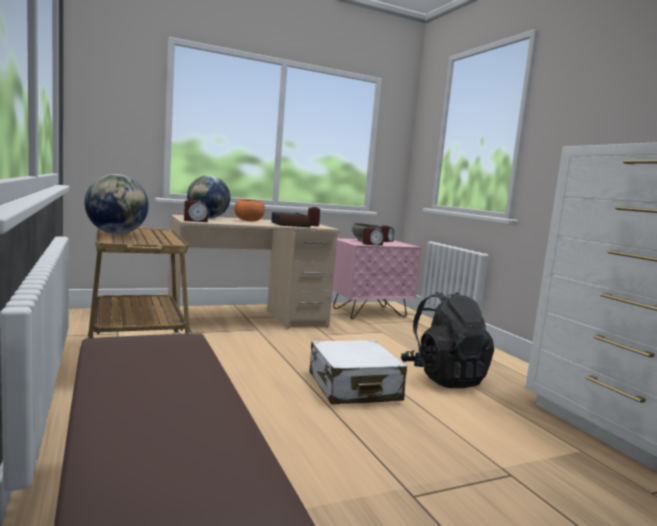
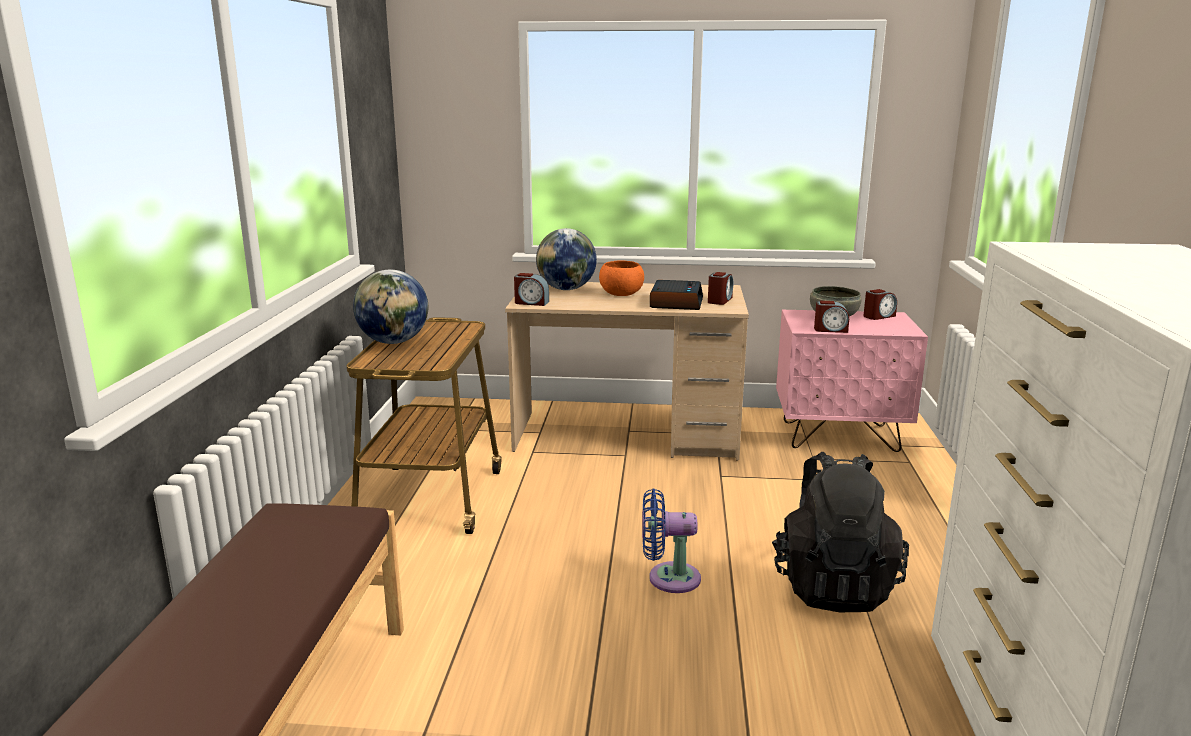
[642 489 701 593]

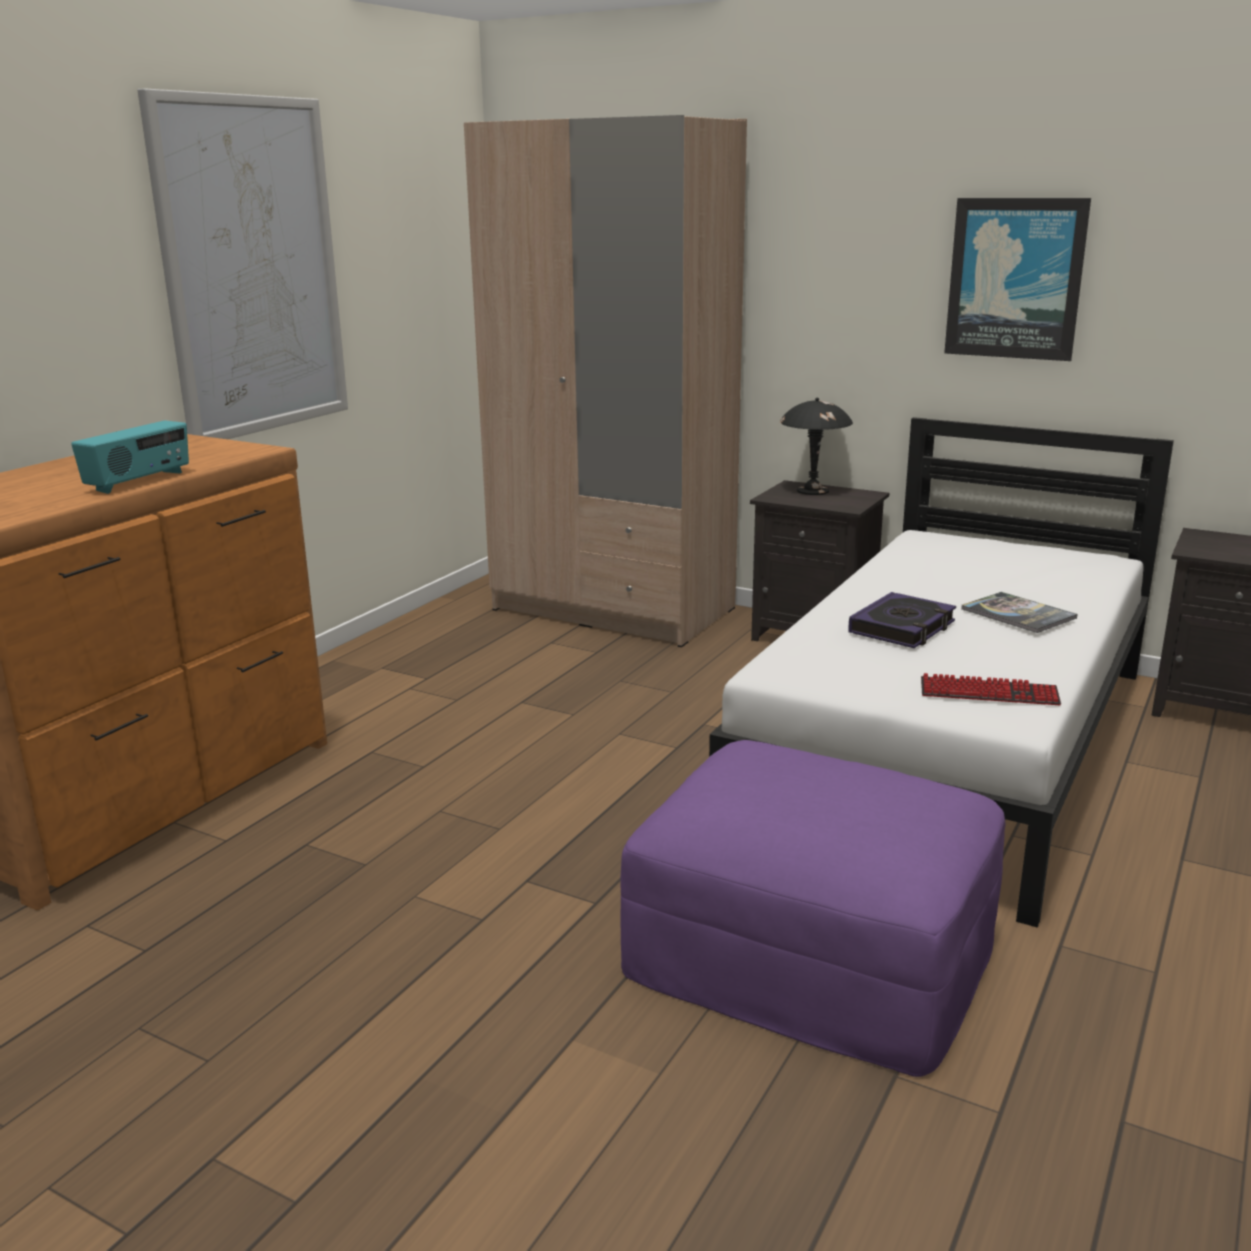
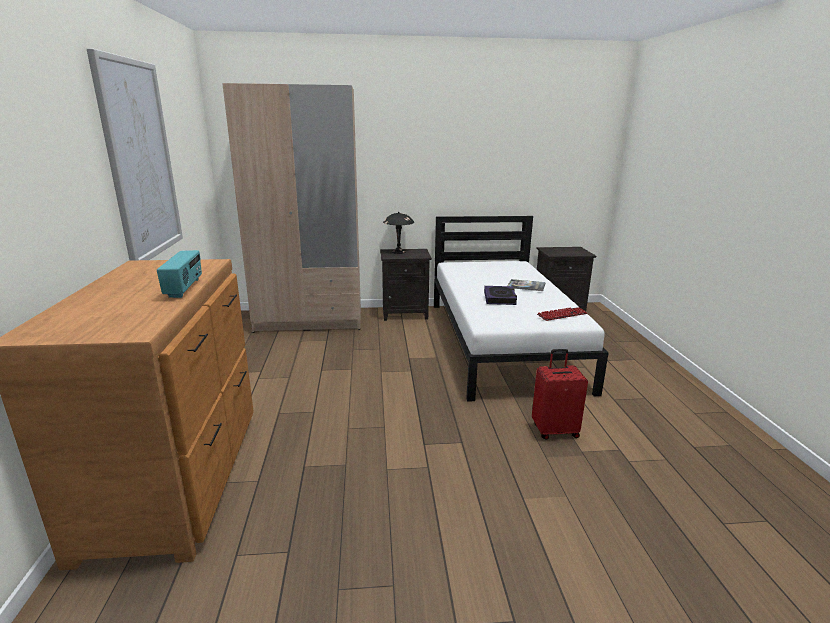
[944 198 1091 361] (first image)
[532 349 588 440]

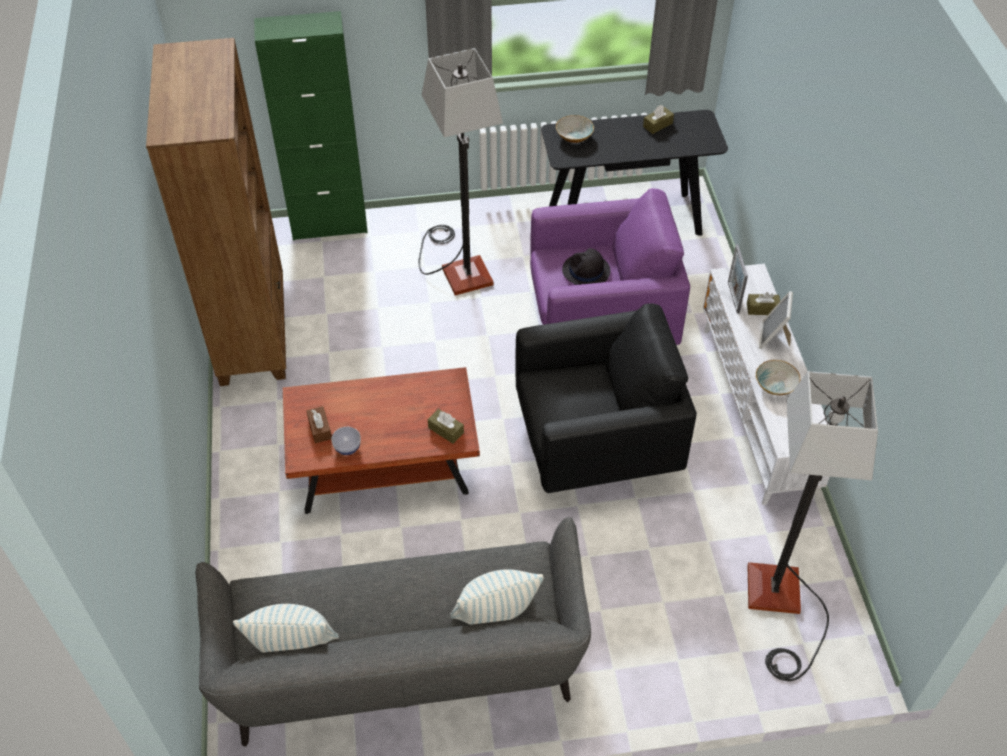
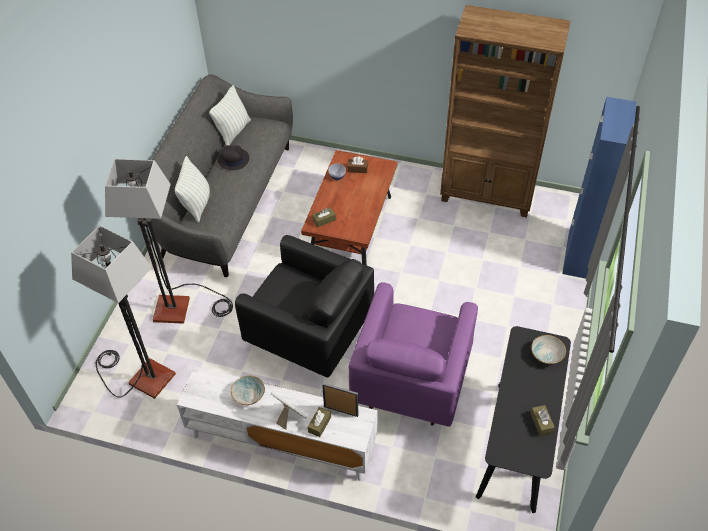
[562 97 637 279]
[105 159 233 324]
[217 145 249 170]
[235 235 374 377]

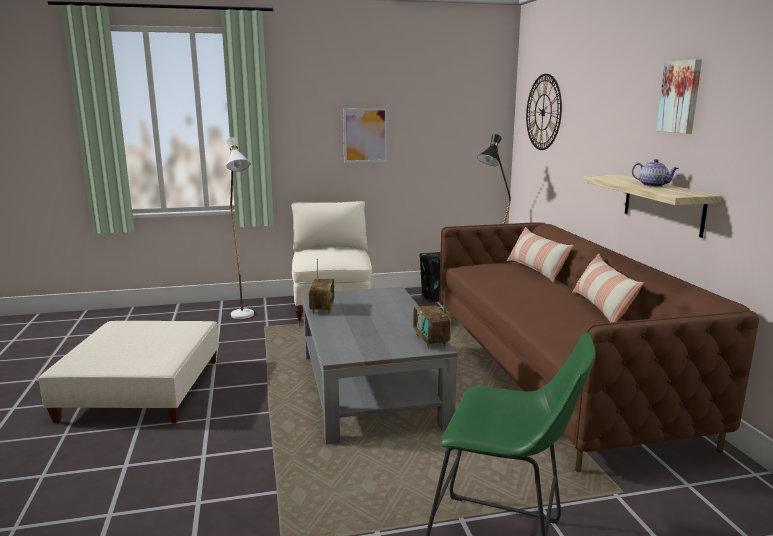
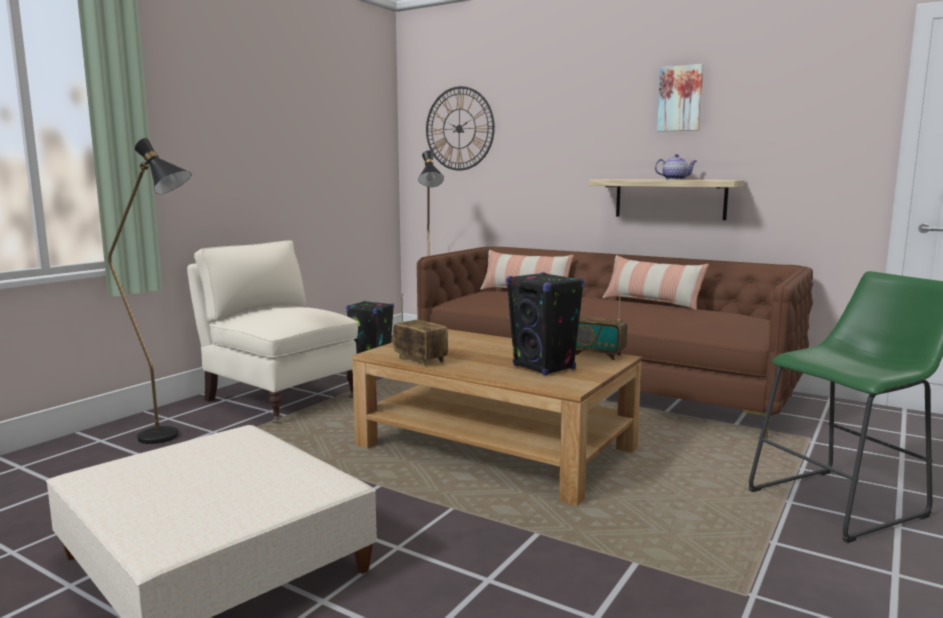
[343 108 387 163] (first image)
[108 138 191 444]
[352 329 642 506]
[506 272 584 376]

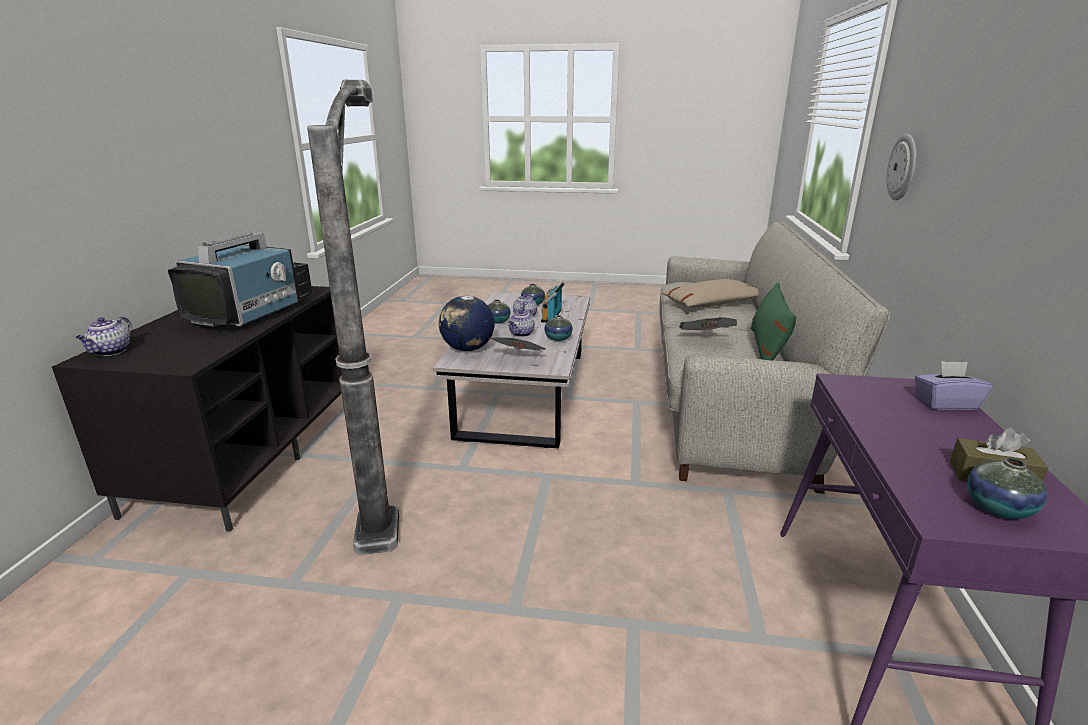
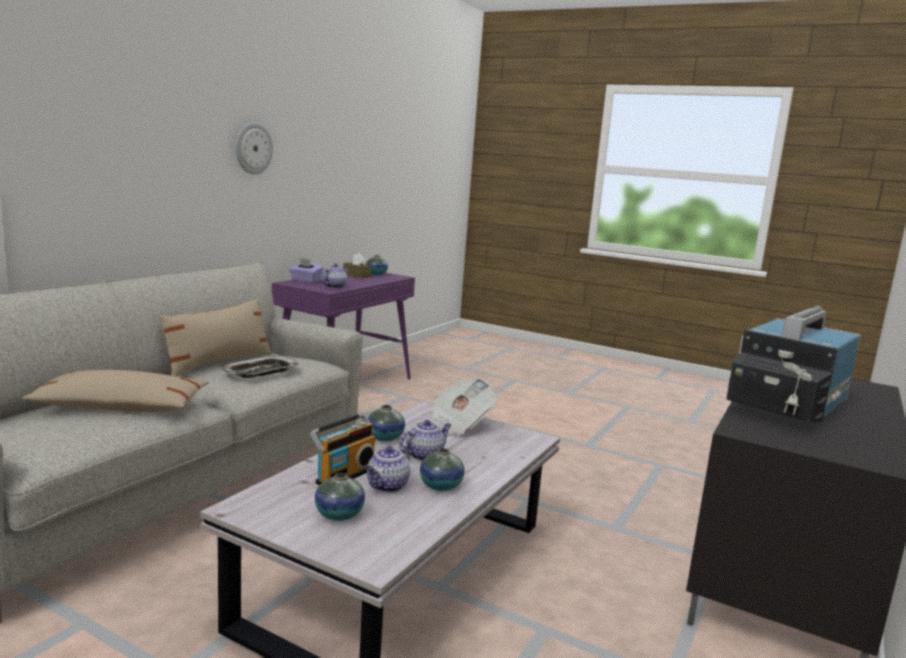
[307 80 399 555] (first image)
[236 122 273 175]
[158 298 272 376]
[439 296 495 351] (first image)
[321 263 349 288]
[221 356 299 378]

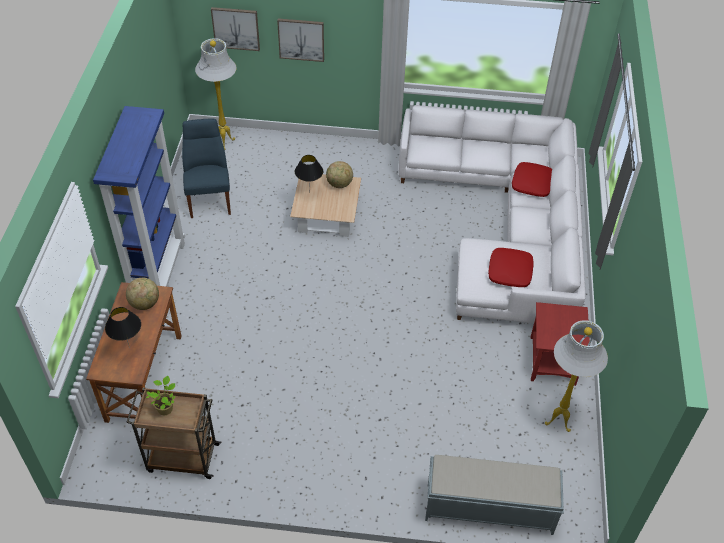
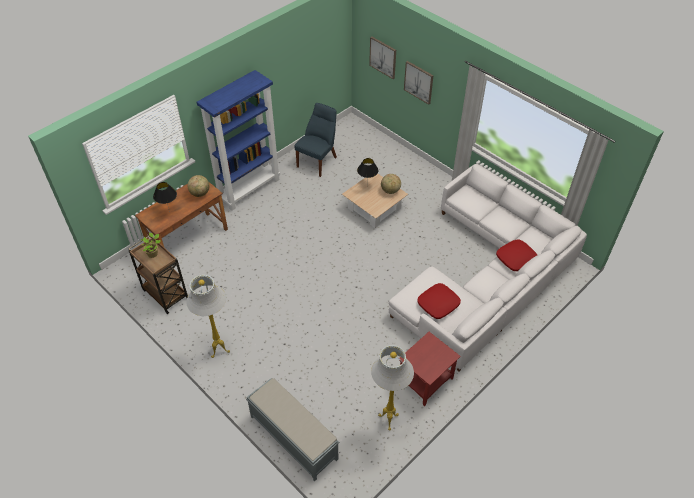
[186 275 230 358]

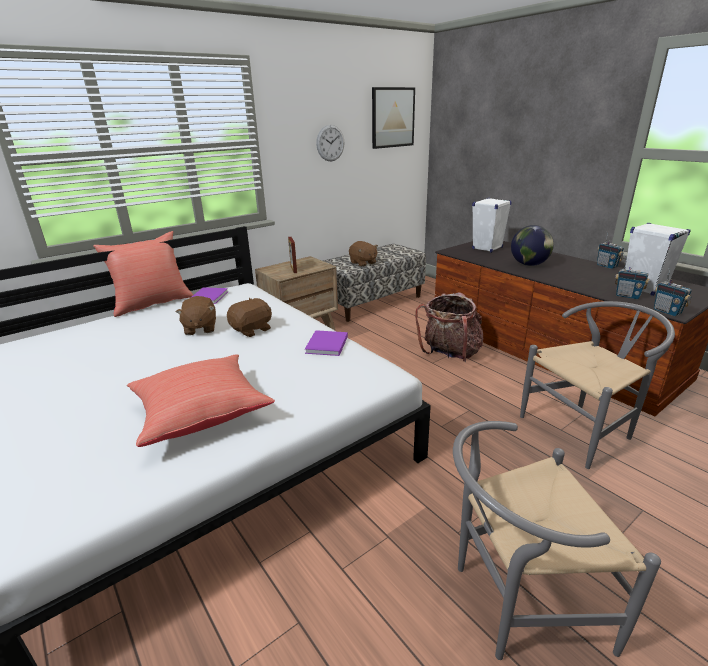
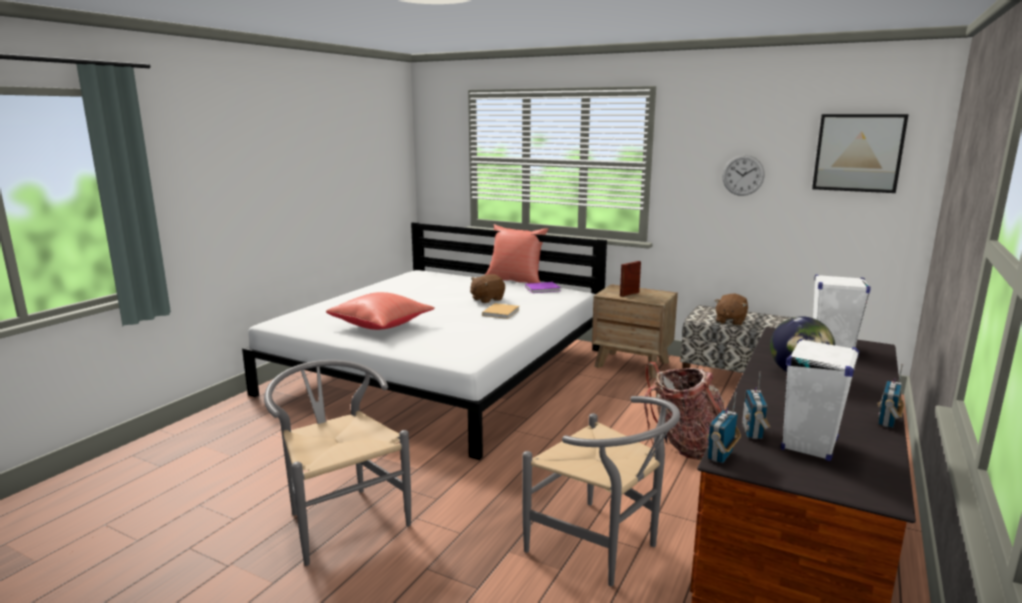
[482 303 520 319]
[305 330 348 356] (first image)

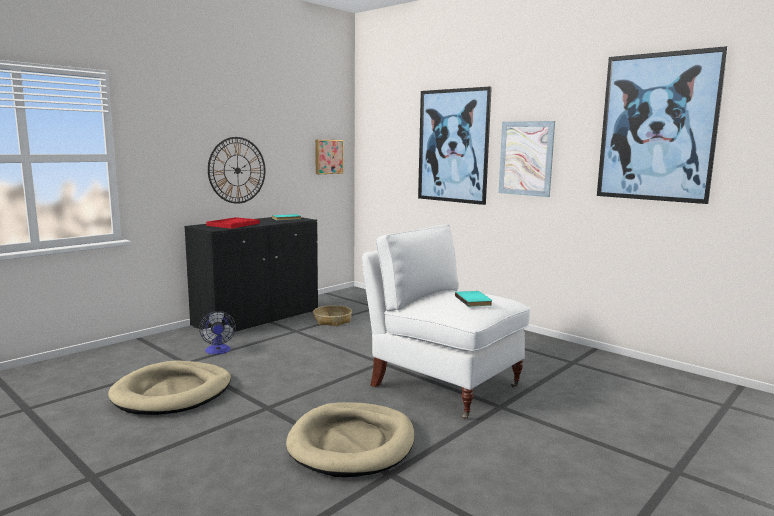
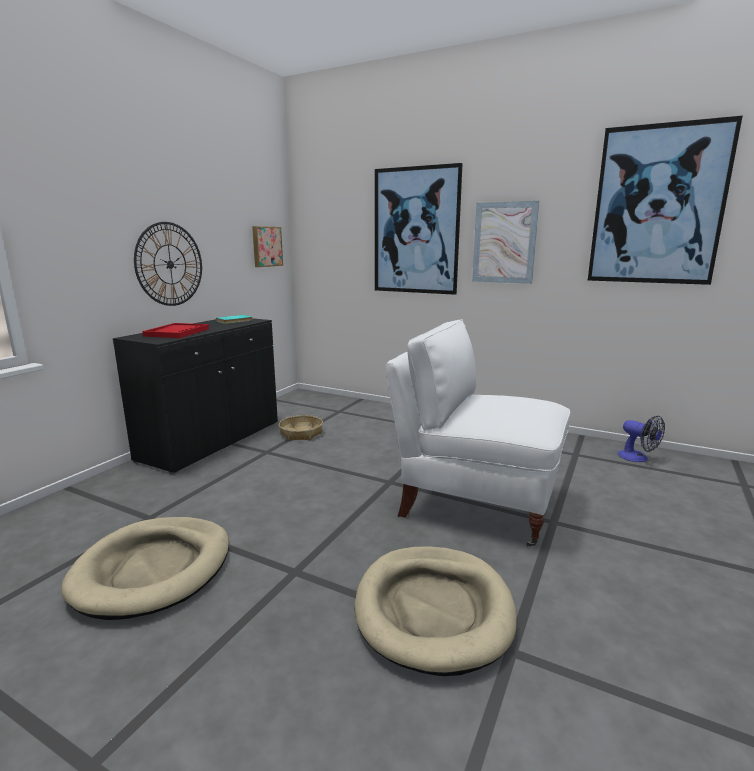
[455 291 493 307] (first image)
[617 416 665 462]

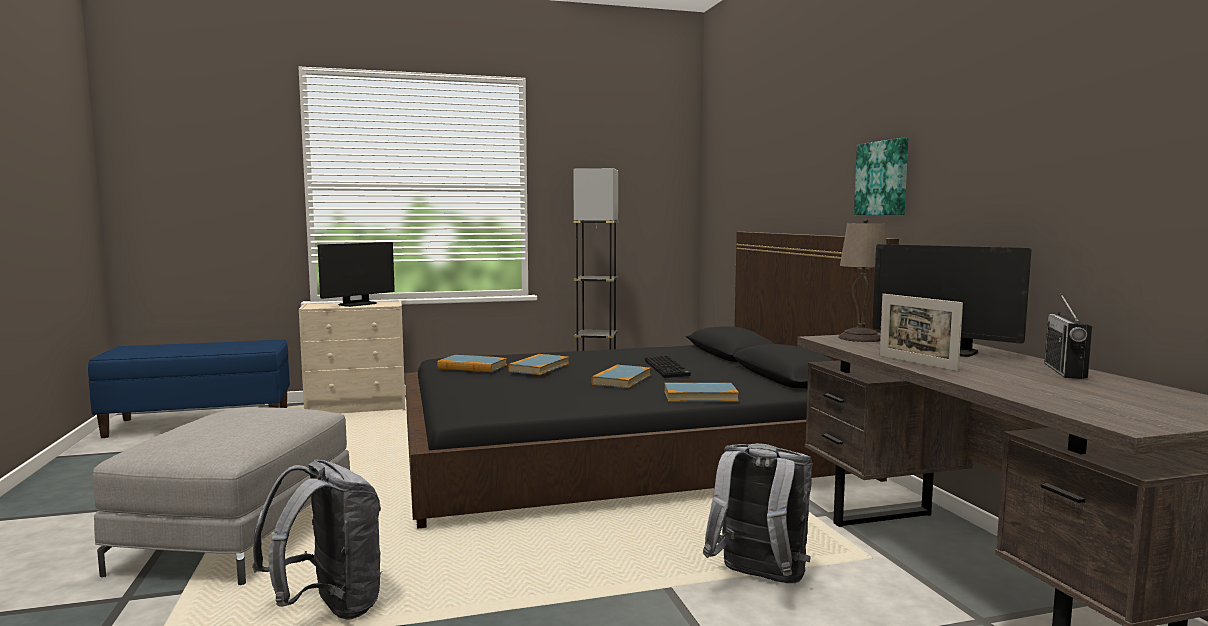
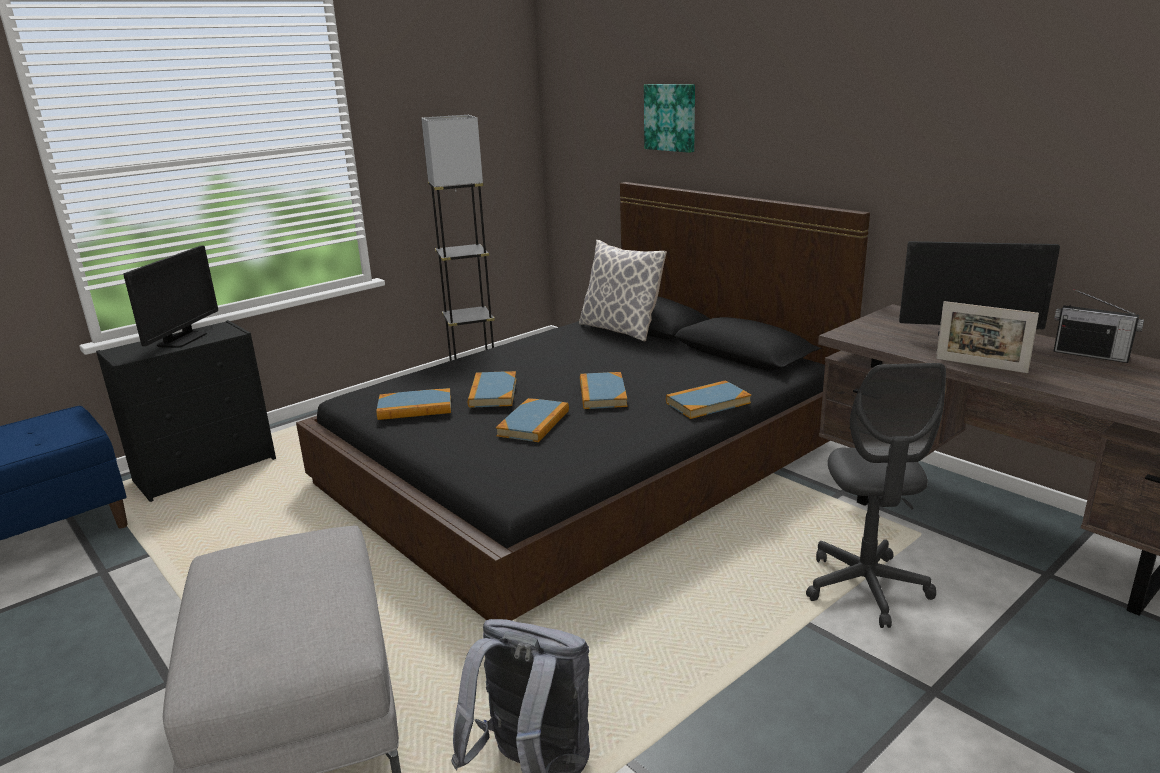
[644 84 695 153]
[838 219 886 342] (first image)
[1053 289 1144 363]
[96 320 276 502]
[645 355 691 378] (first image)
[806 363 946 628]
[579 240 667 341]
[496 398 569 442]

